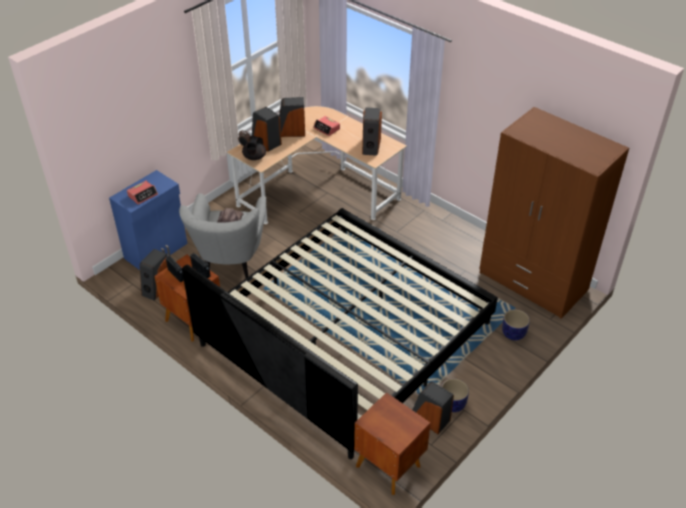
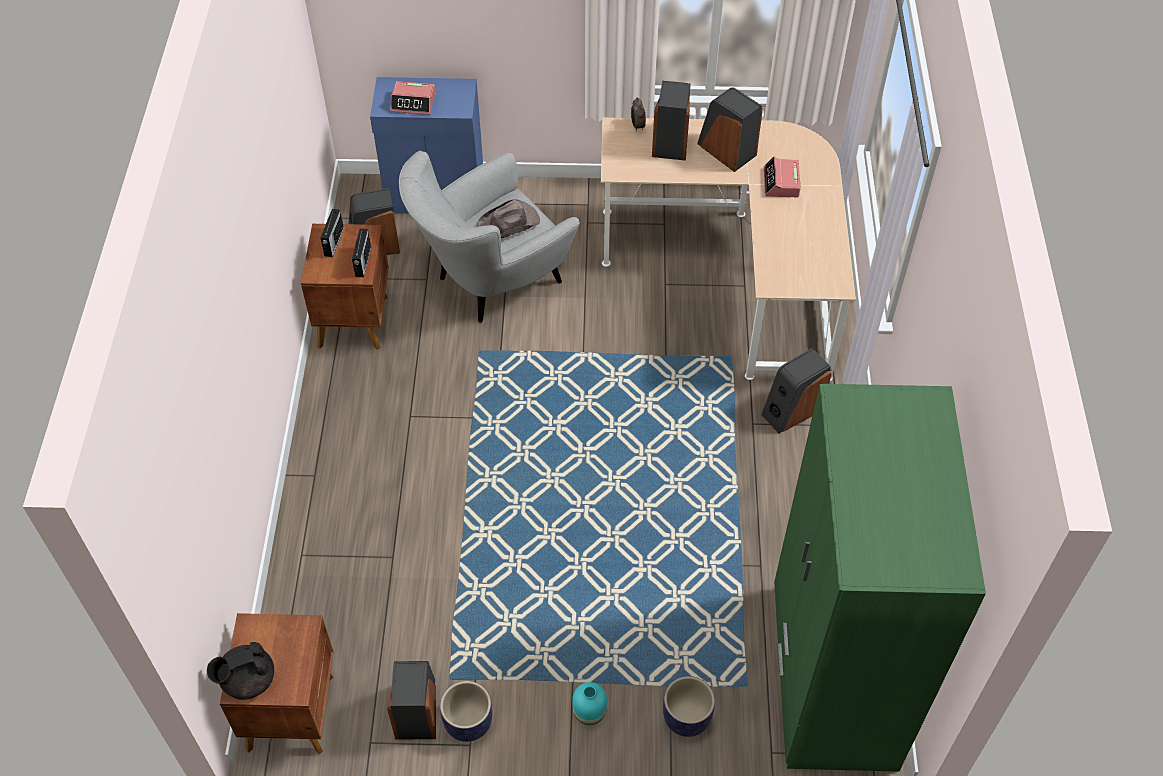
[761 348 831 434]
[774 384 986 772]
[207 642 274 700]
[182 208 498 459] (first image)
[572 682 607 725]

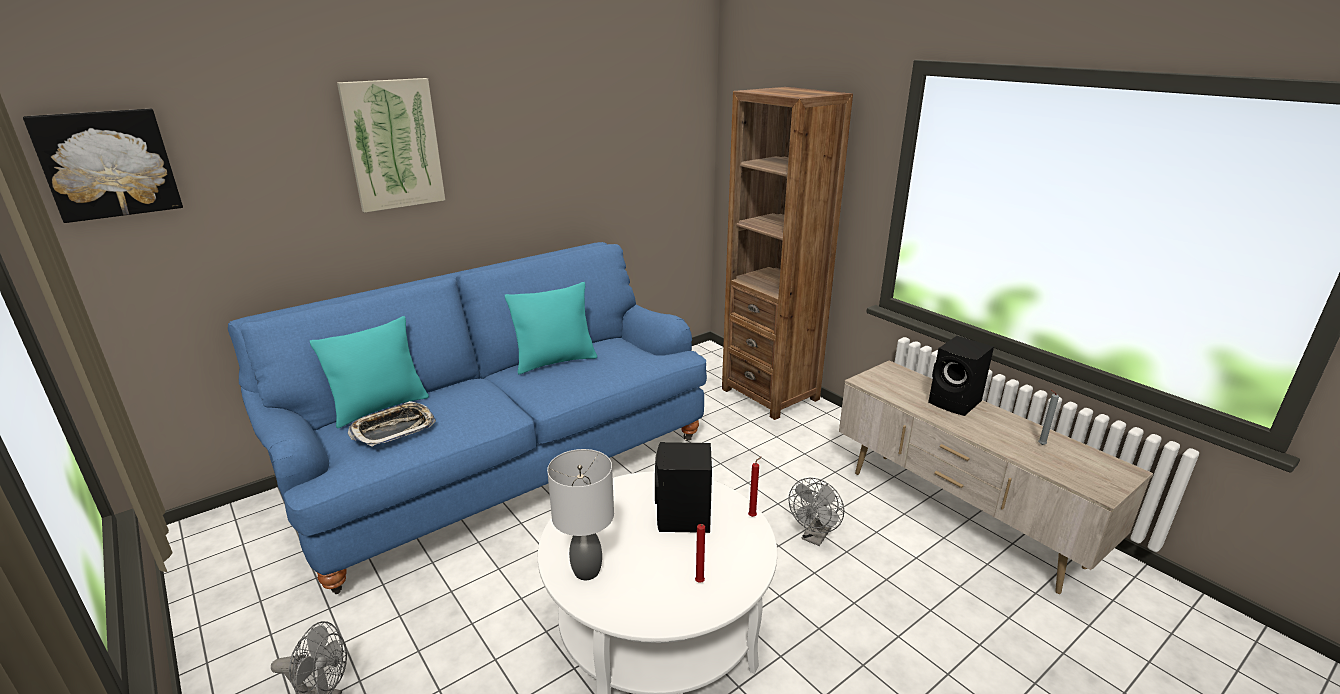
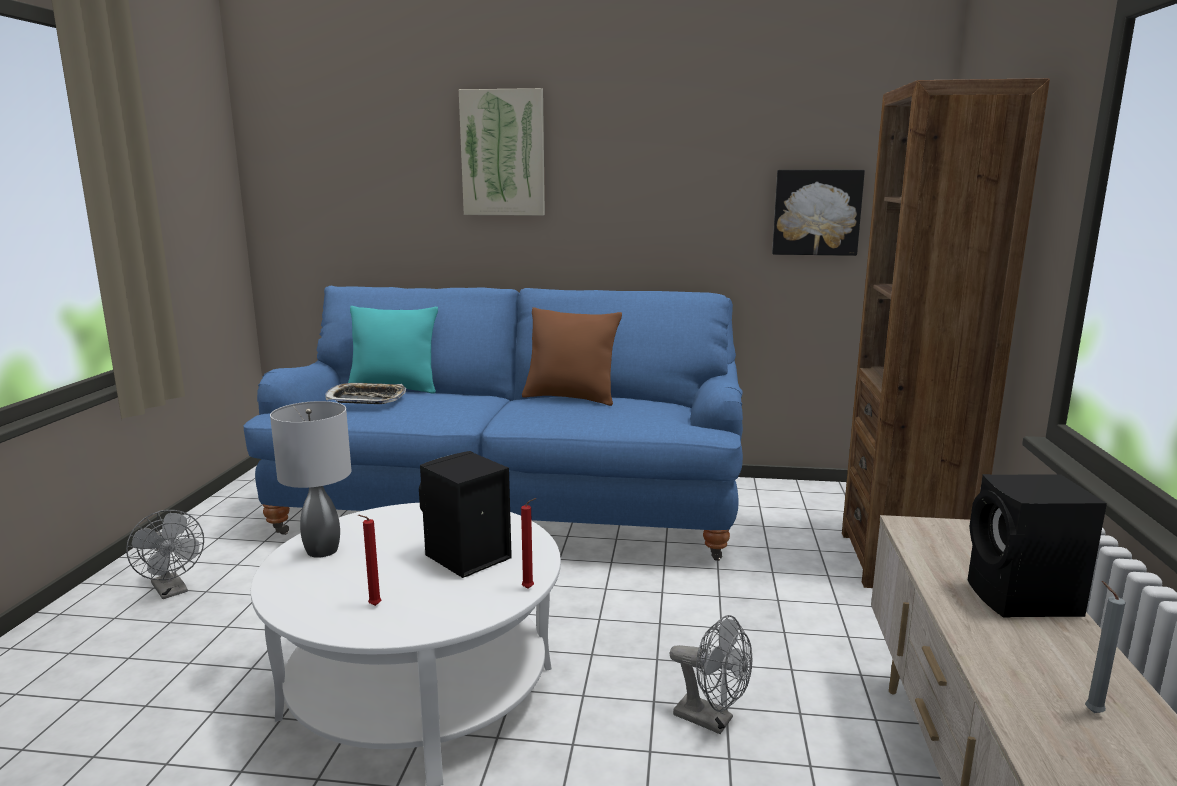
[772 170 865 256]
[522 307 622 406]
[669 615 752 734]

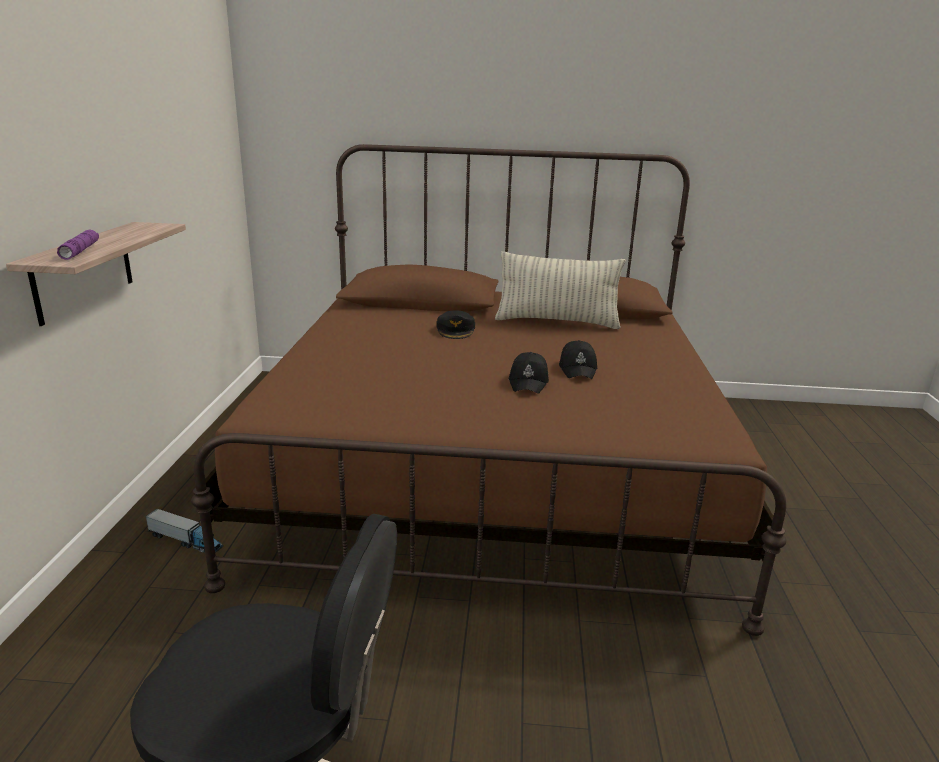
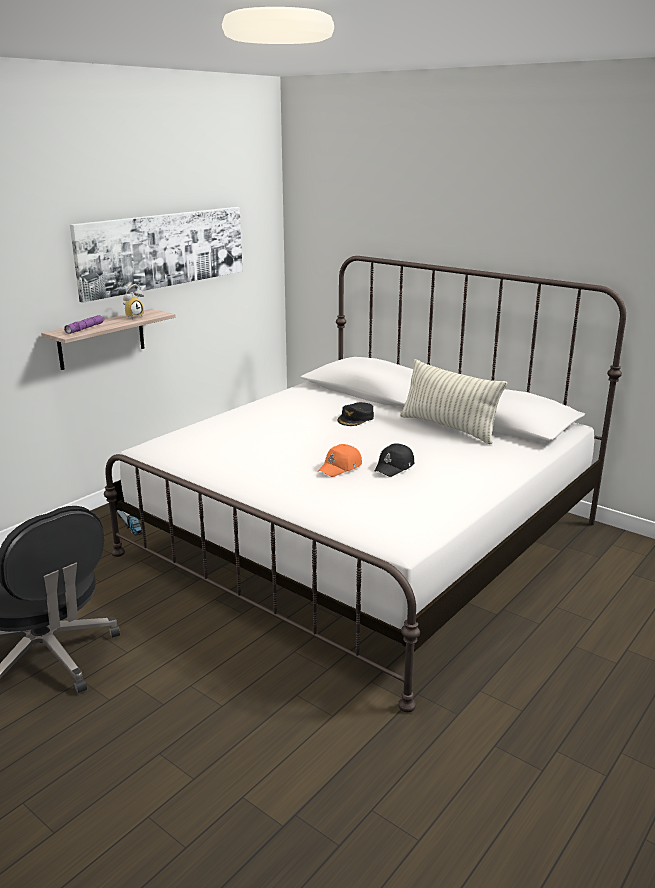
[104 256 626 712]
[318 444 362 477]
[70 207 242 303]
[123 284 144 318]

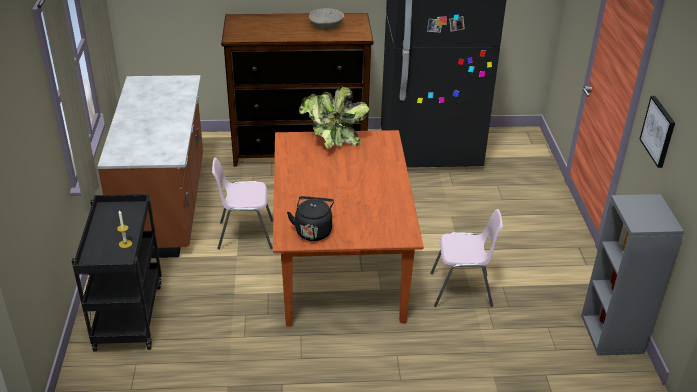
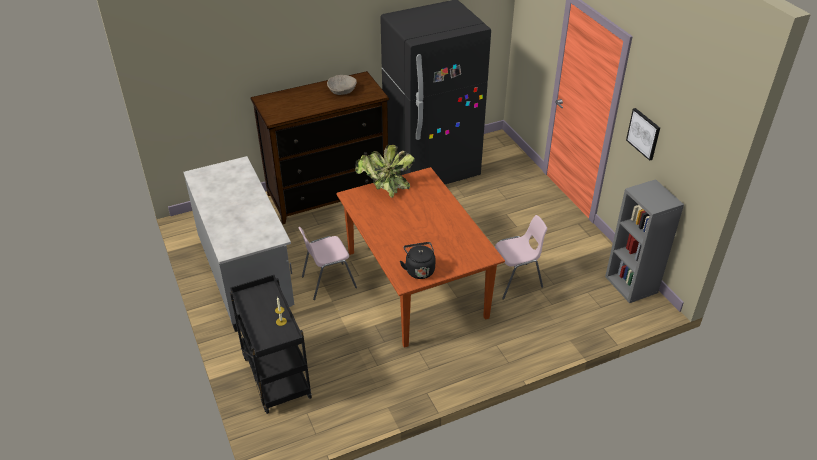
[184 156 294 332]

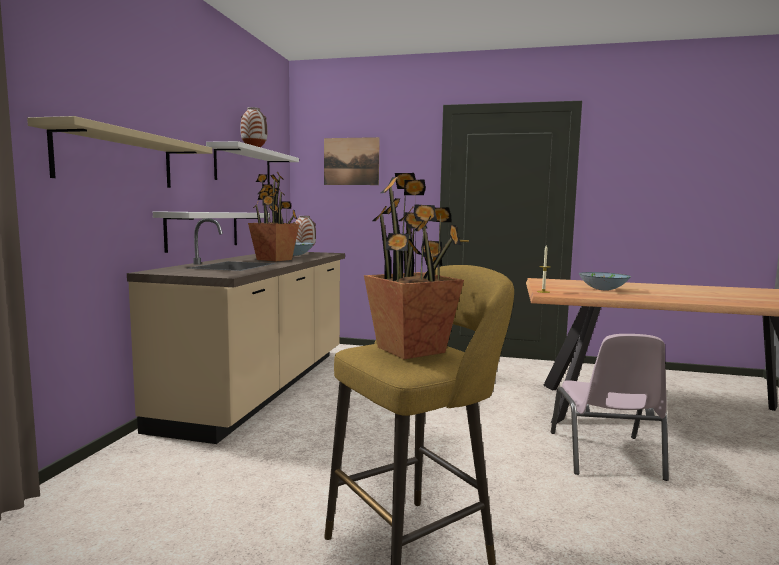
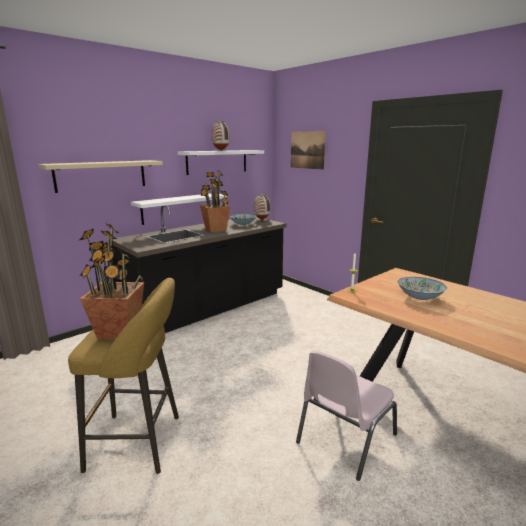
[113 205 287 333]

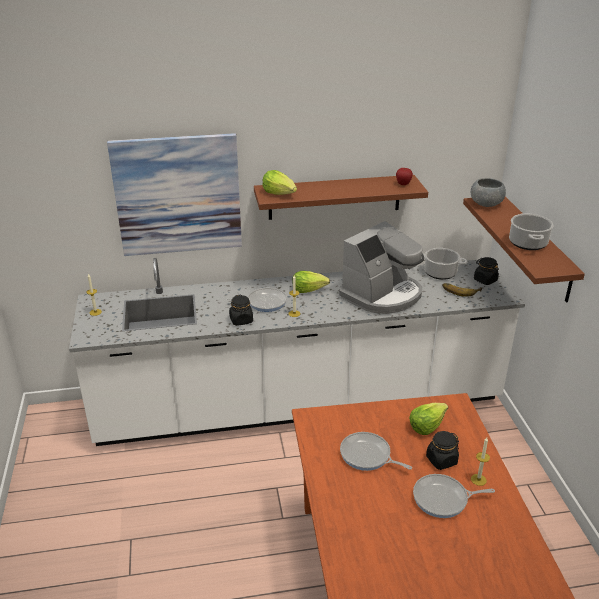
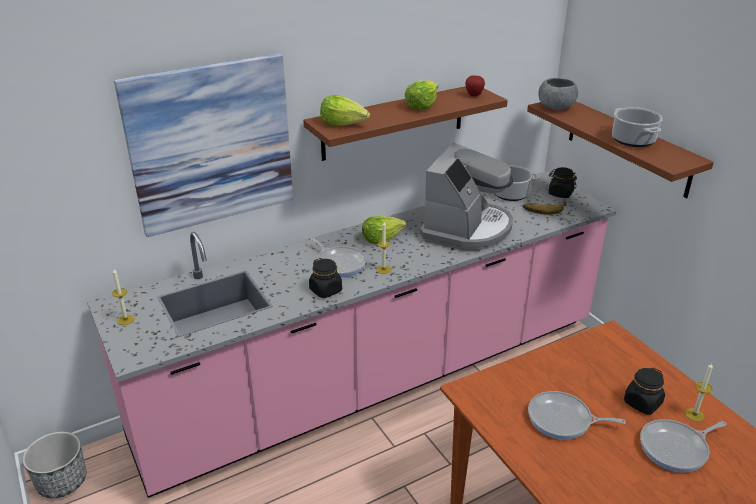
[87 171 616 498]
[310 238 366 277]
[405 80 438 110]
[23 432 86 498]

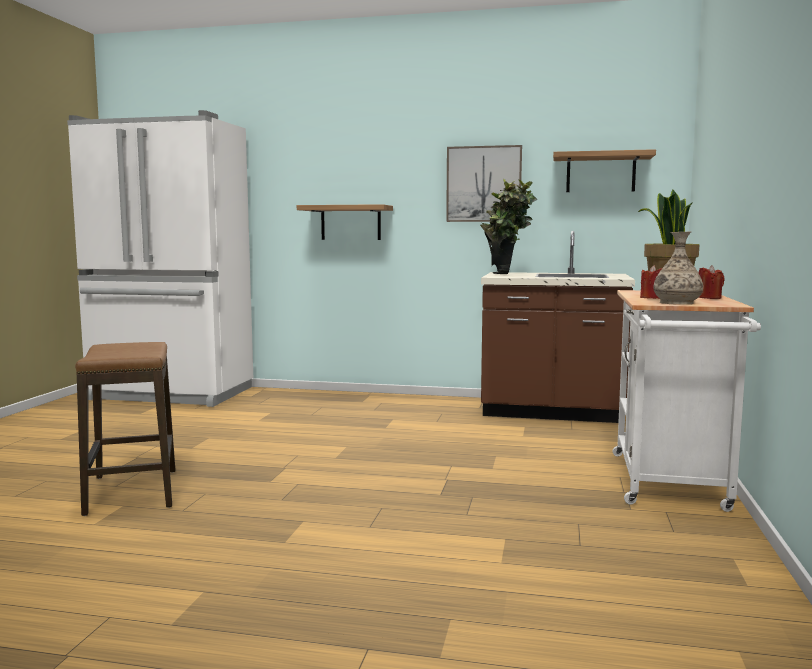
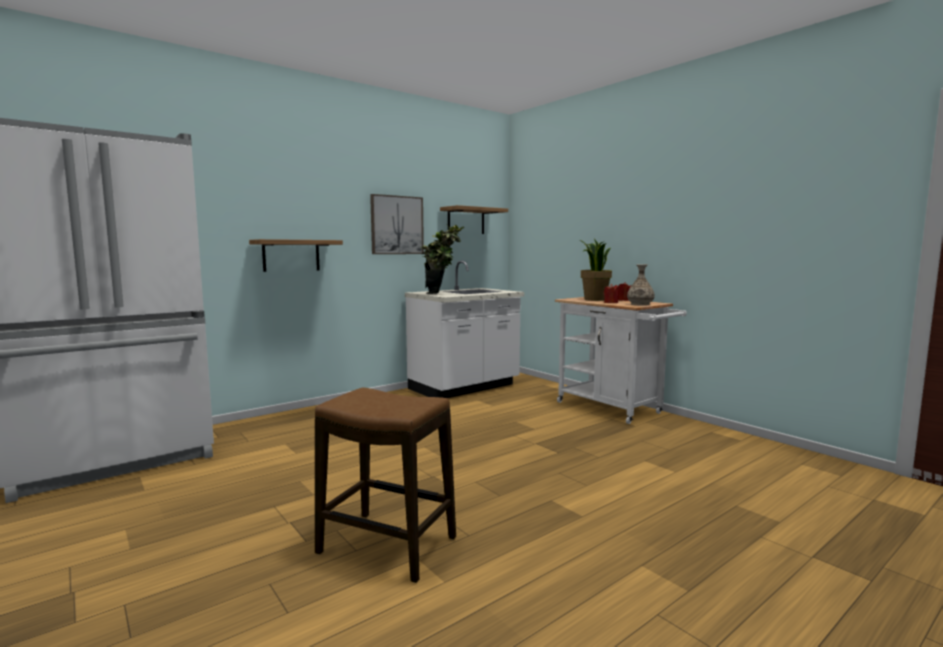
[405 261 524 398]

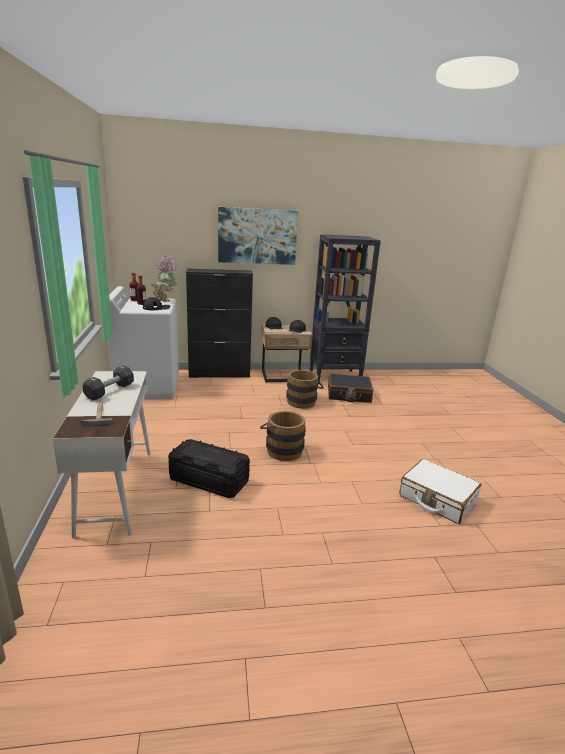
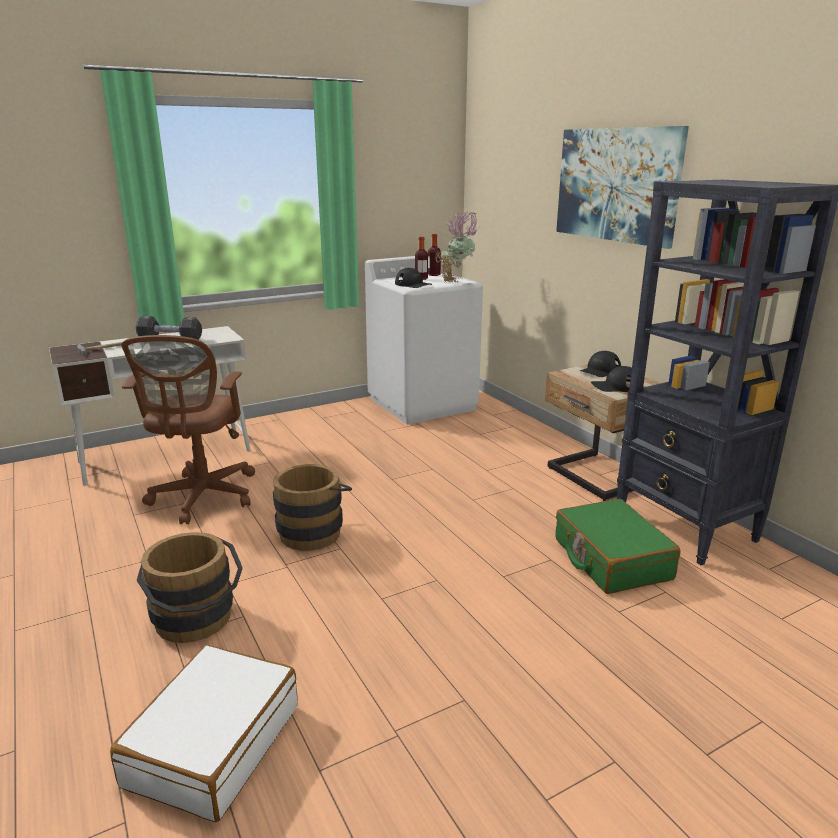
[186 269 253 378] (first image)
[137 532 243 643]
[556 499 680 594]
[121 335 255 524]

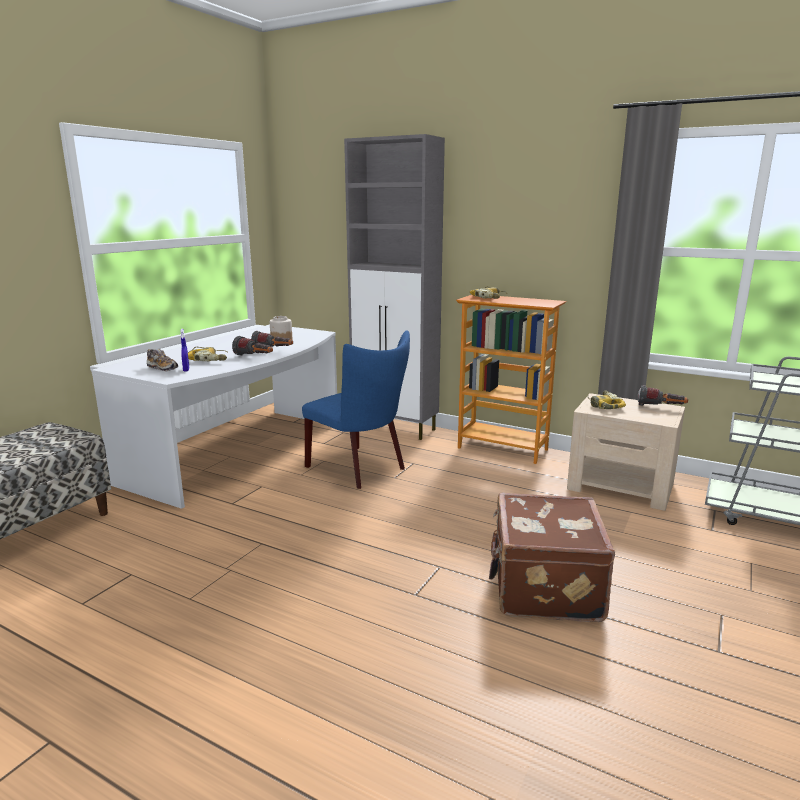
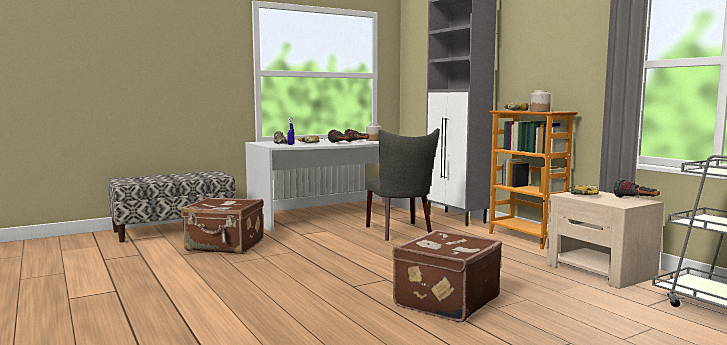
[366 128 440 241]
[530 90 551 112]
[181 197 264 254]

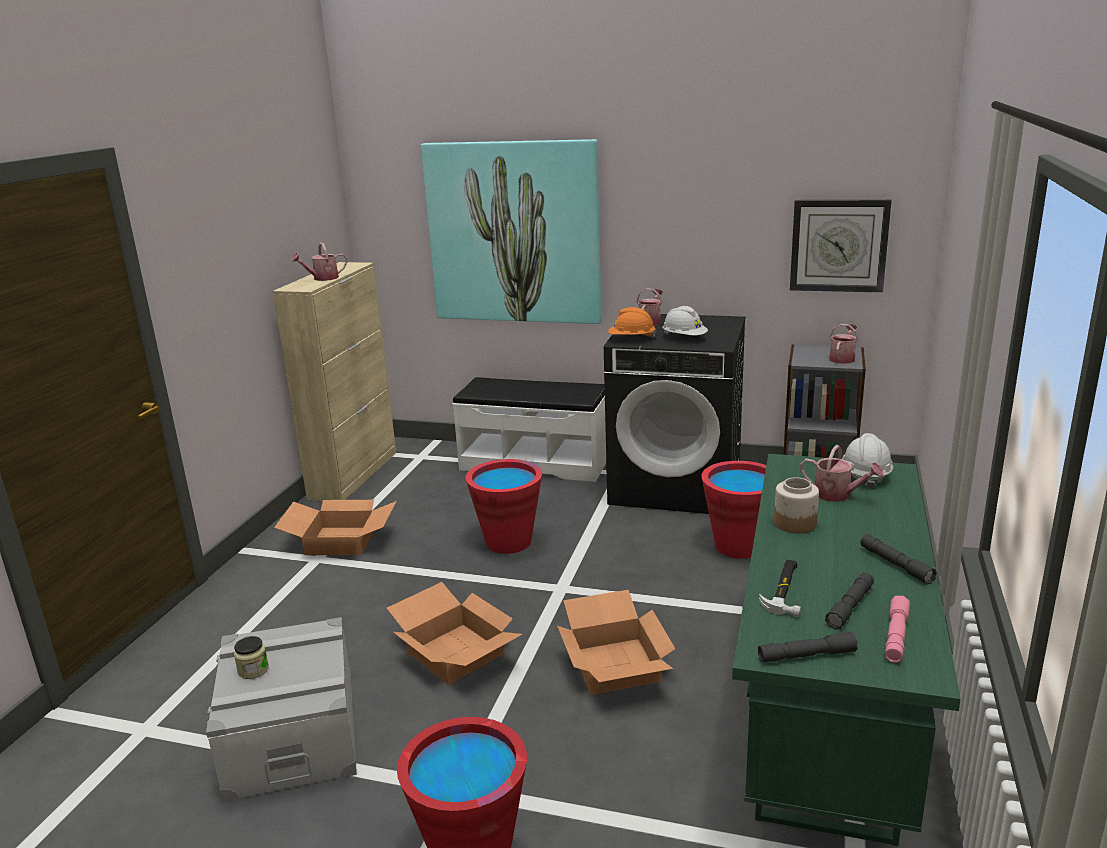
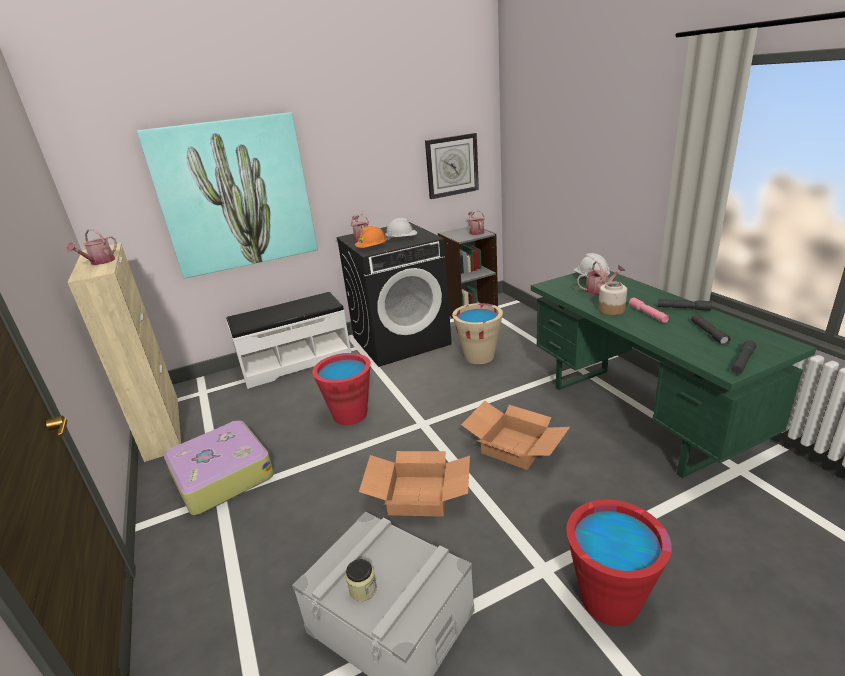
[452 303 503 364]
[164 421 274 515]
[759 560 801 617] (first image)
[629 297 669 323]

